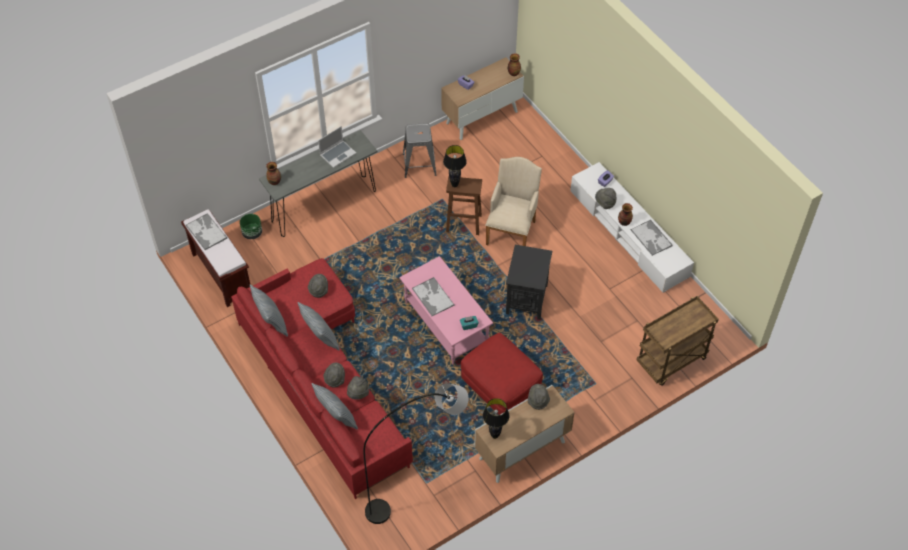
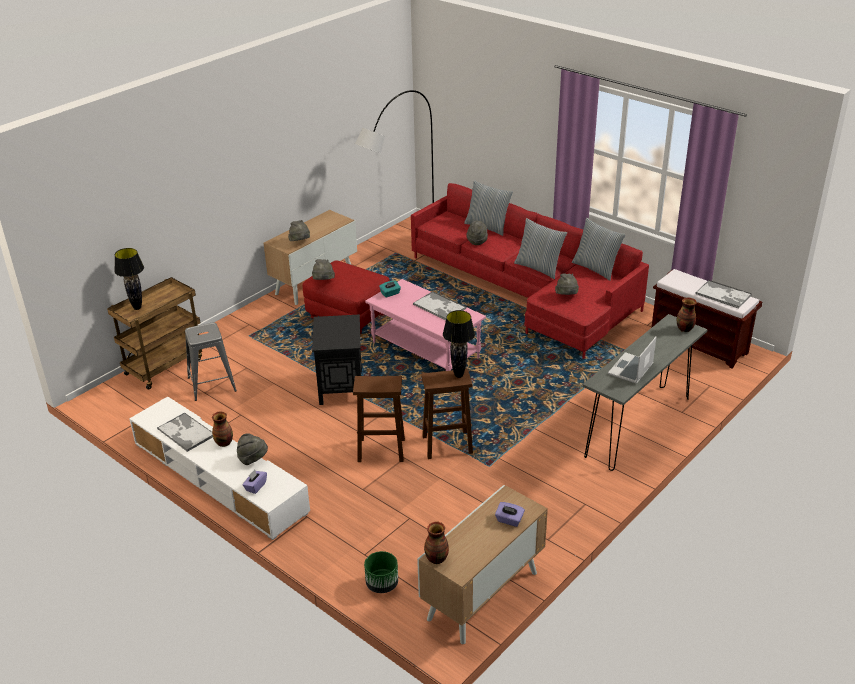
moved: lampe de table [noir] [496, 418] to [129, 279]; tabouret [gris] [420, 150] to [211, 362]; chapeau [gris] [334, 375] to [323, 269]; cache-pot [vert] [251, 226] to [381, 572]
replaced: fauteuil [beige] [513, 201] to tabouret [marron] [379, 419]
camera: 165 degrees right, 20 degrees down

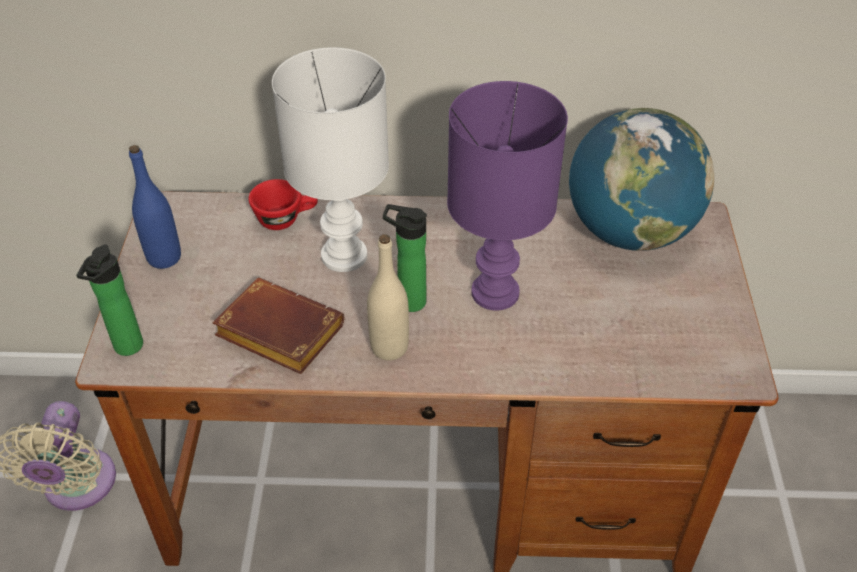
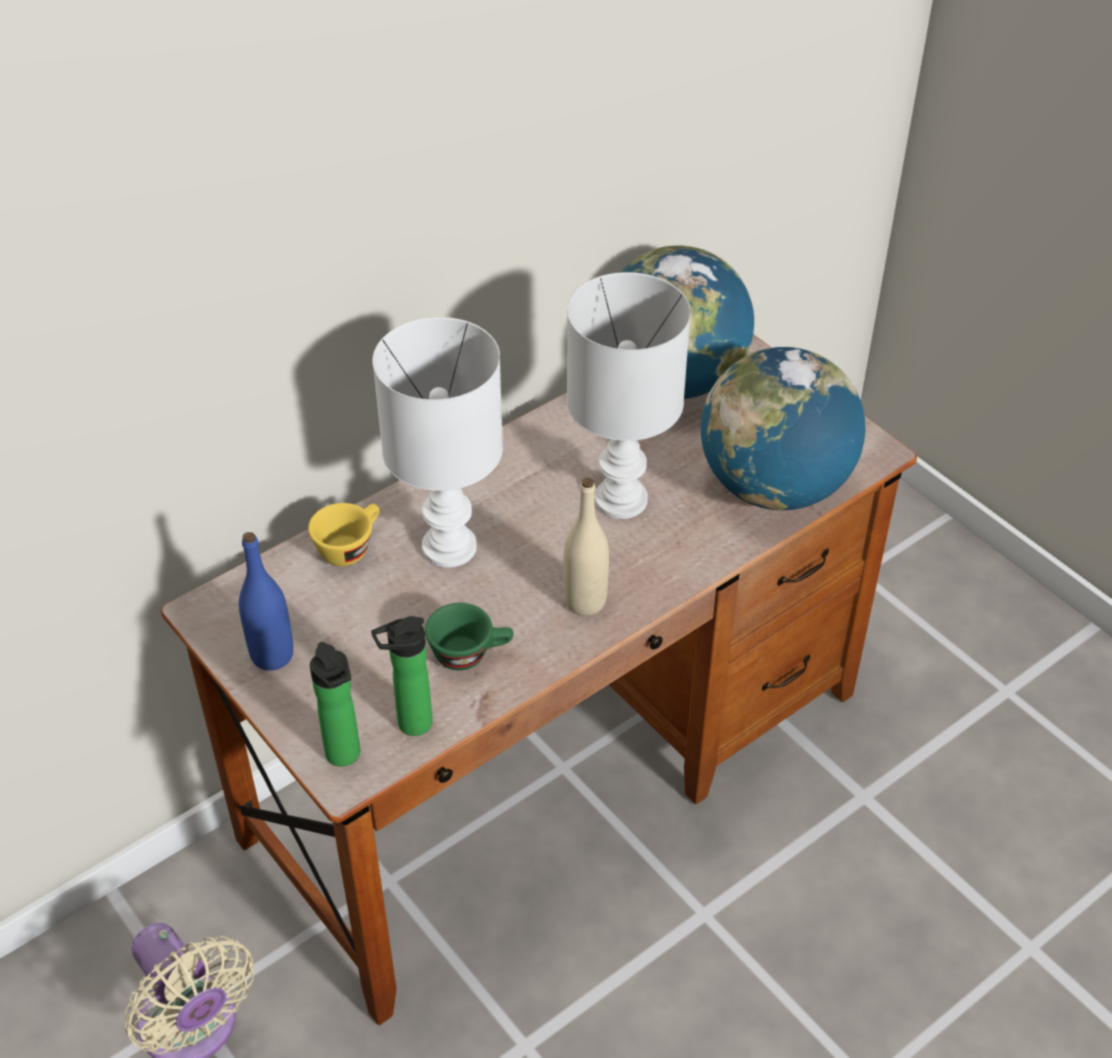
added: globe [783, 428]
moved: bouteille [405, 258] to [402, 676]
replaced: livre [marron] [278, 326] to tasse [vert] [469, 637]
recoloured: tasse [rouge] [283, 204] to tasse [jaune] [343, 534]; lampe de table [violet] [507, 196] to lampe de table [blanc] [629, 395]
camera: 40 degrees left, 0 degrees up

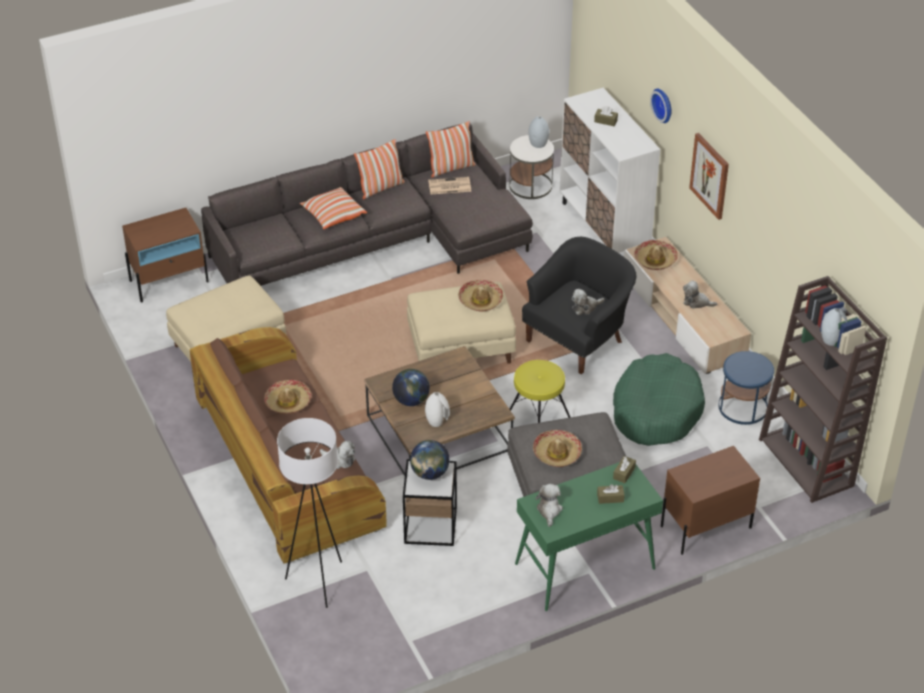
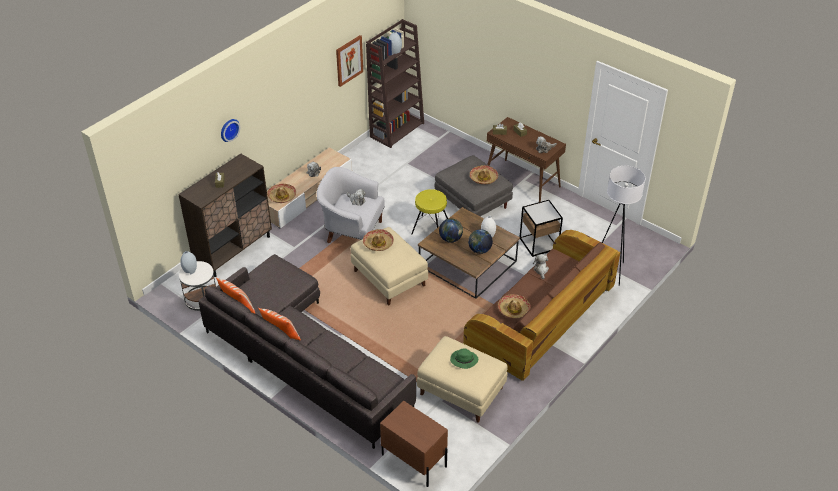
removed: coussin [333, 208]; journal [449, 185]; panier pour chien [vert] [659, 399]; table de chevet [marron] [710, 500]; table d'appoint [bleu] [746, 388]
added: chapeau [vert] [464, 359]
moved: tableau [709, 176] to [349, 61]; globe [430, 460] to [451, 230]
recoloured: meuble de rangement [blanc] [609, 170] to meuble de rangement [marron] [225, 215]; fauteuil [noir] [579, 305] to fauteuil [blanc] [351, 205]; table console [vert] [589, 534] to table console [marron] [526, 159]
camera: 115 degrees left, 0 degrees up

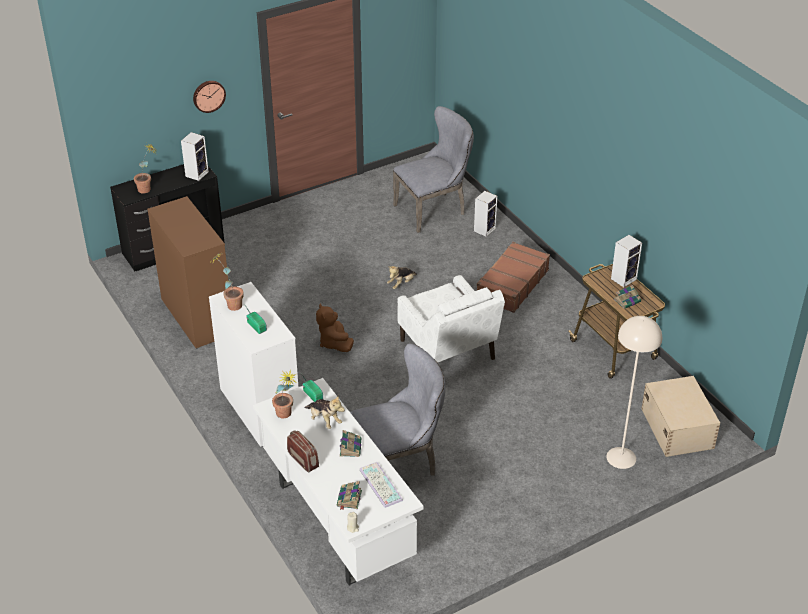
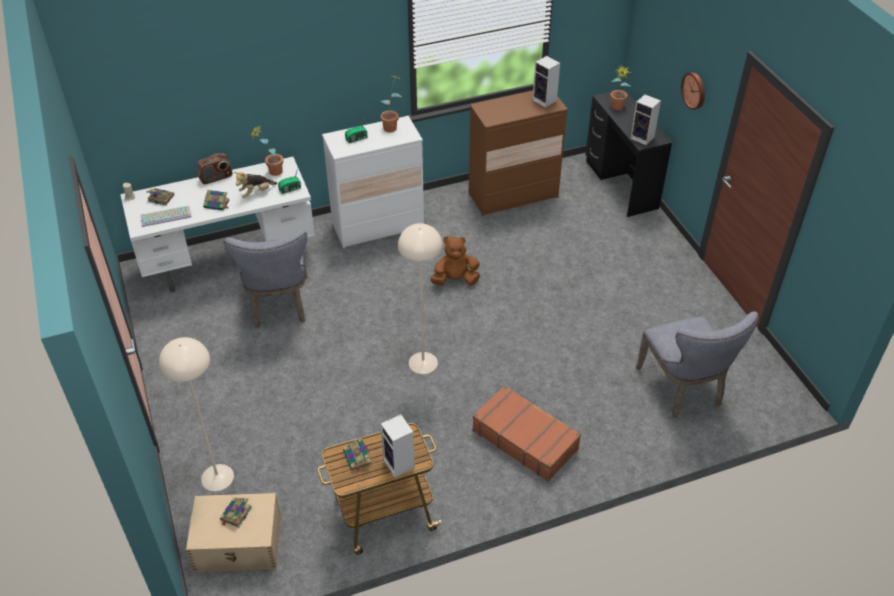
removed: peluche [402, 277]
added: livre [236, 513]
moved: enceinte [486, 214] to [546, 82]
replaced: fauteuil [blanc] [451, 319] to lampadaire [beige] [420, 298]
camera: 100 degrees right, 5 degrees up

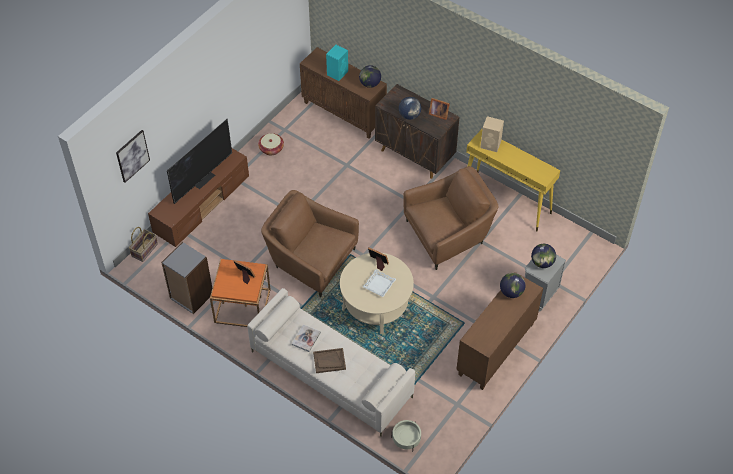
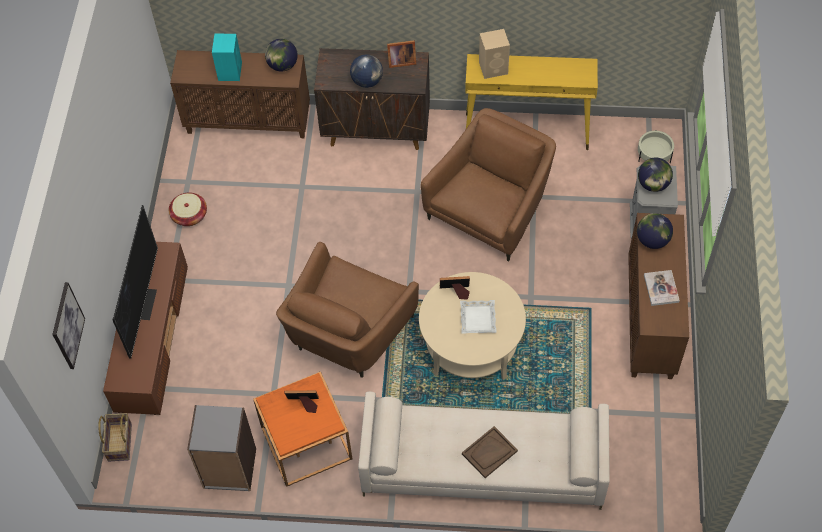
moved: cache-pot [beige] [406, 436] to [656, 147]; livre [306, 338] to [662, 288]
turned: fauteuil [marron] [310, 244] = [347, 310] 60 degrees counterclockwise
camera: 30 degrees left, 5 degrees up

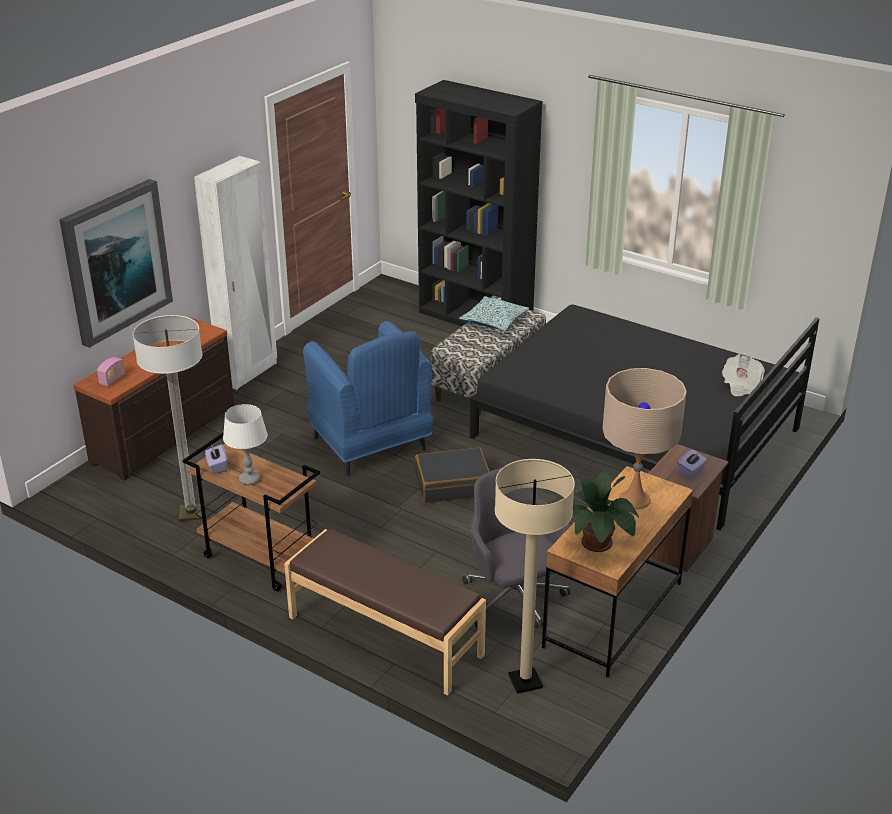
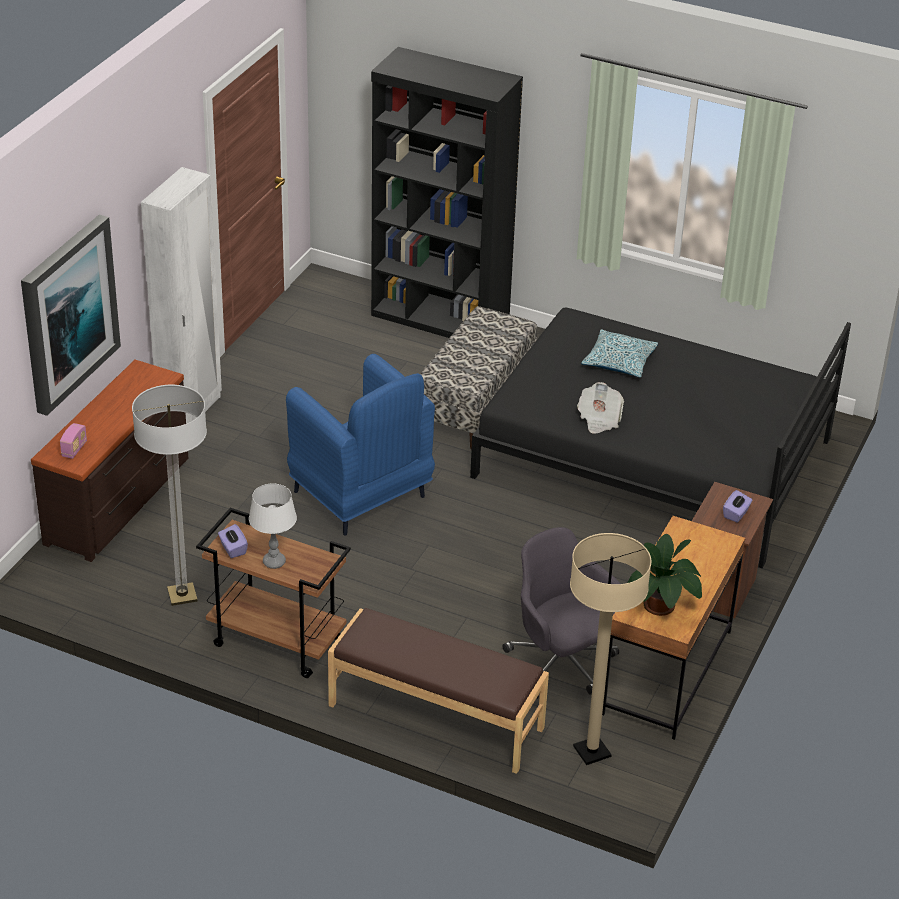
removed: valise [noir] [452, 475]; lampe de table [beige] [644, 438]
moved: journal [743, 374] to [600, 408]; coussin [494, 313] to [619, 353]
camera: 10 degrees left, 5 degrees up

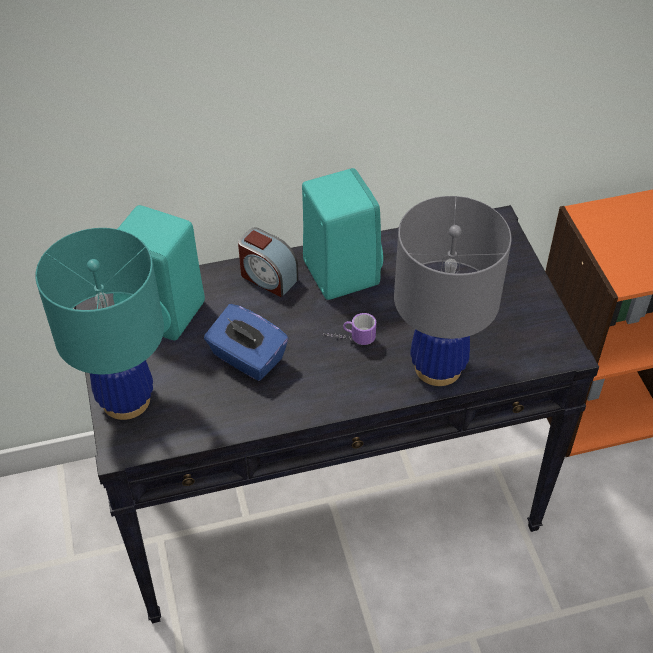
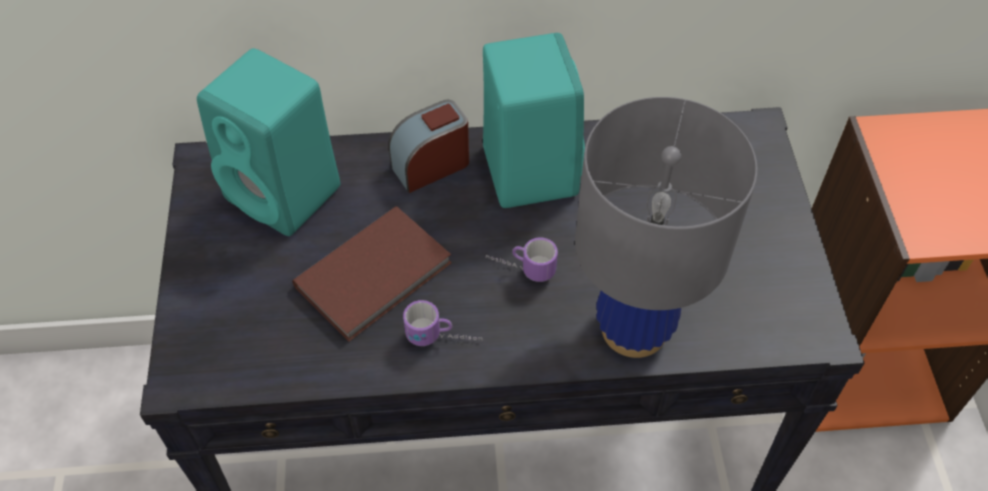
removed: lampe de table [turquoise] [99, 324]
added: mug [443, 323]
replaced: boîte à mouchoirs [bleu] [246, 342] to livre [marron] [371, 274]
turned: réveil [268, 262] = [428, 146] 105 degrees clockwise
camera: 10 degrees right, 5 degrees up

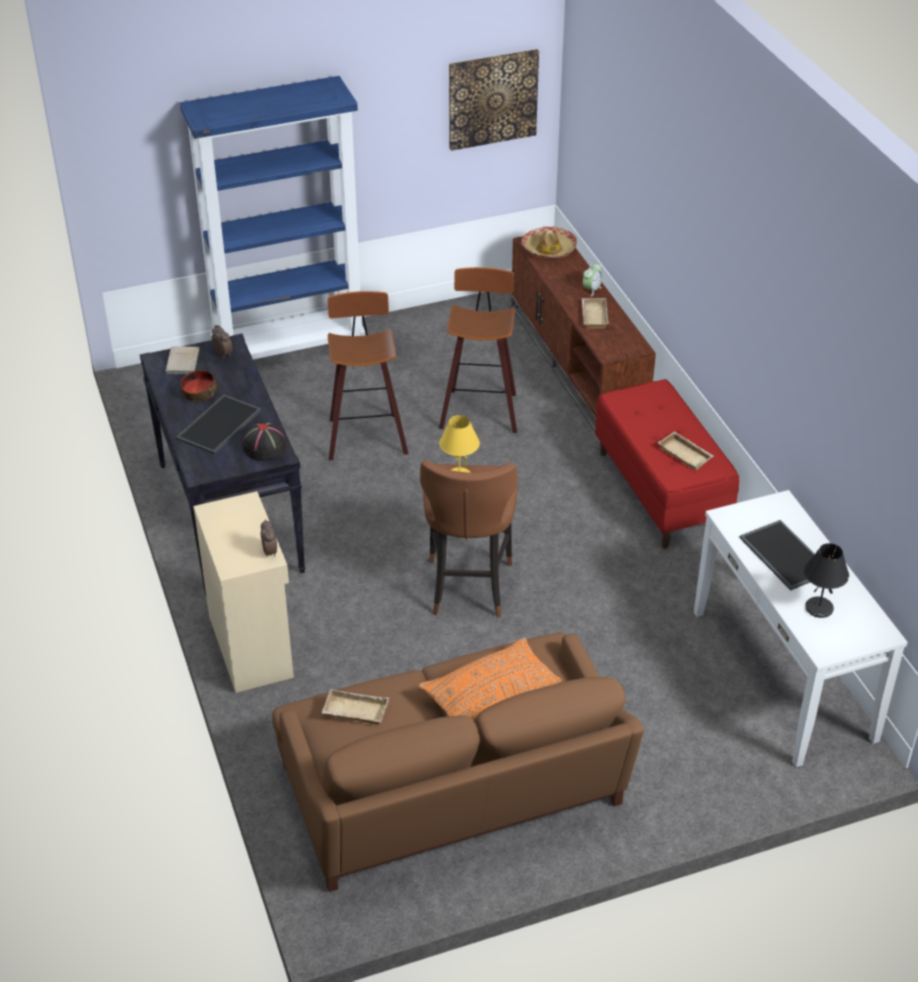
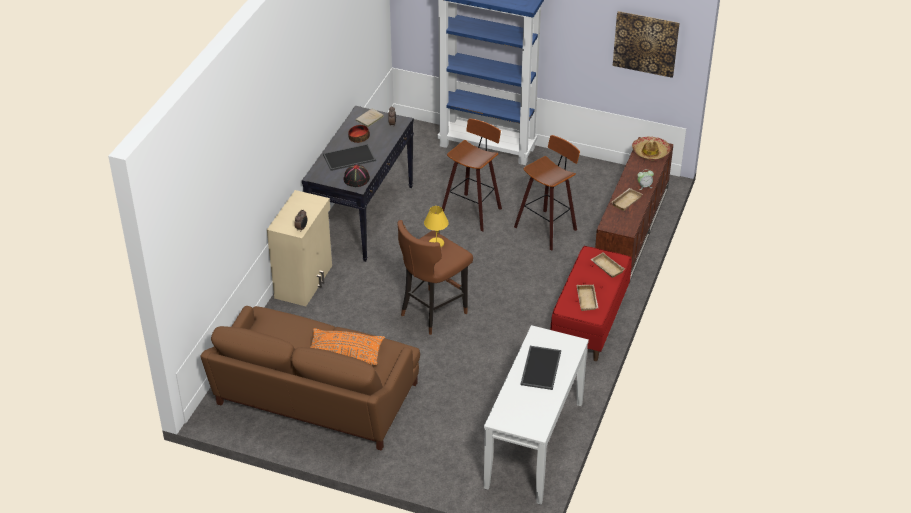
removed: lampe de table [noir] [826, 580]
moved: plateau [beige] [355, 706] to [607, 265]
camera: 40 degrees right, 0 degrees up

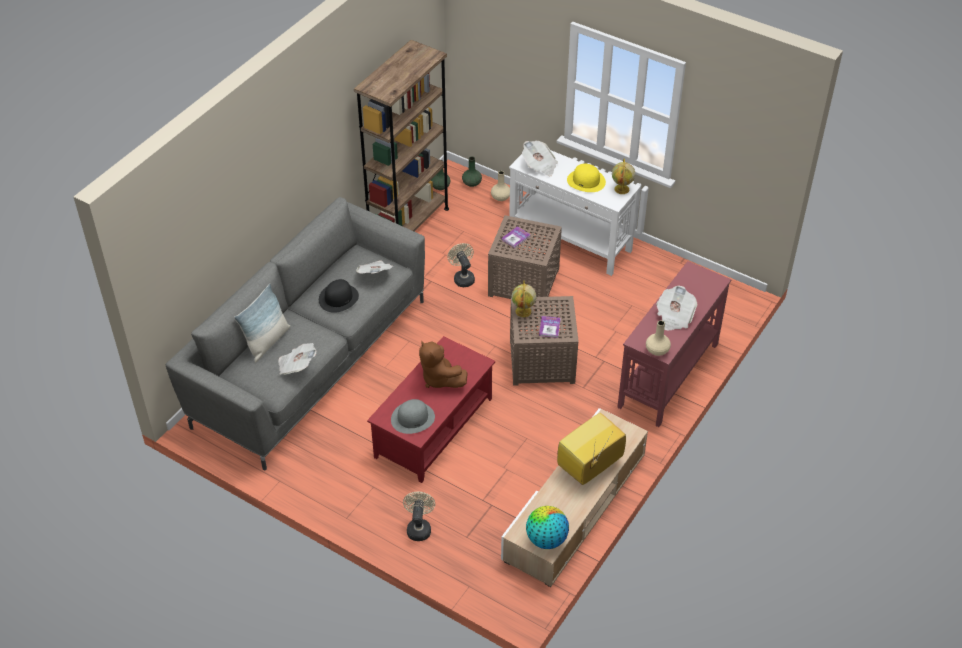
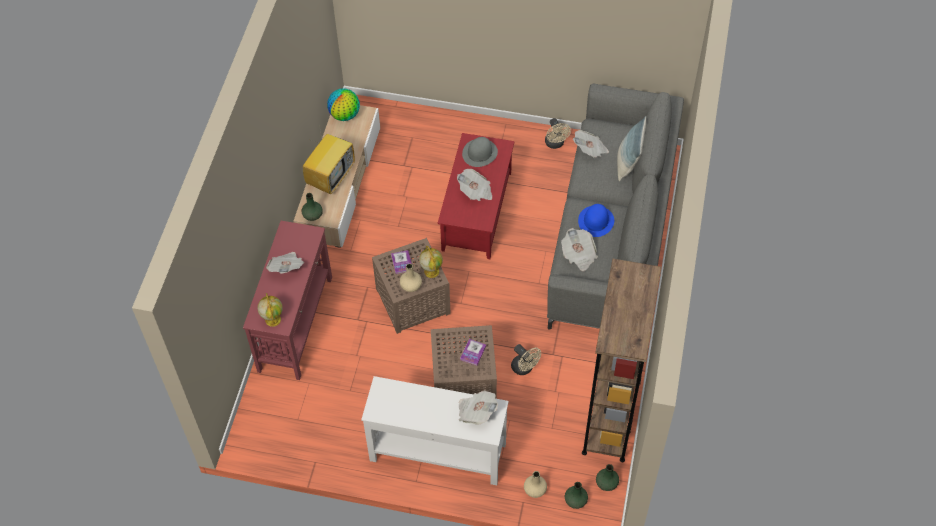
removed: chapeau [jaune] [586, 178]
added: vase [vert] [312, 207]
moved: globe [623, 176] to [270, 310]; vase [beige] [658, 338] to [411, 277]; ventilateur [beige] [419, 516] to [558, 133]
replaced: peluche [marron] [443, 364] to journal [475, 185]
recoloured: chapeau [noir] [339, 296] to chapeau [bleu] [596, 220]
camera: 160 degrees right, 10 degrees up

